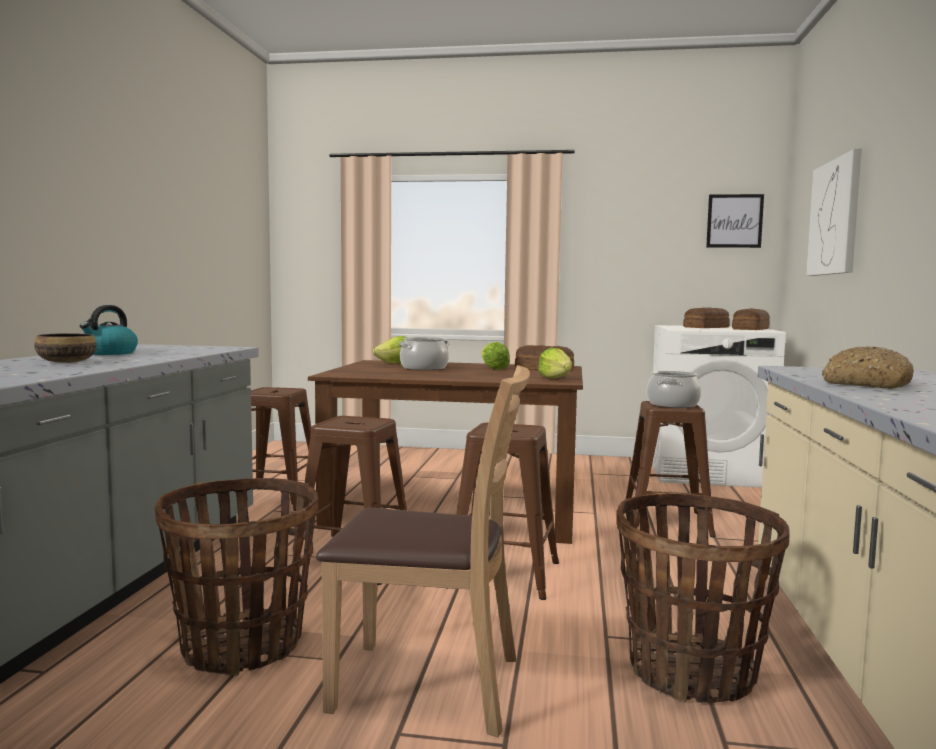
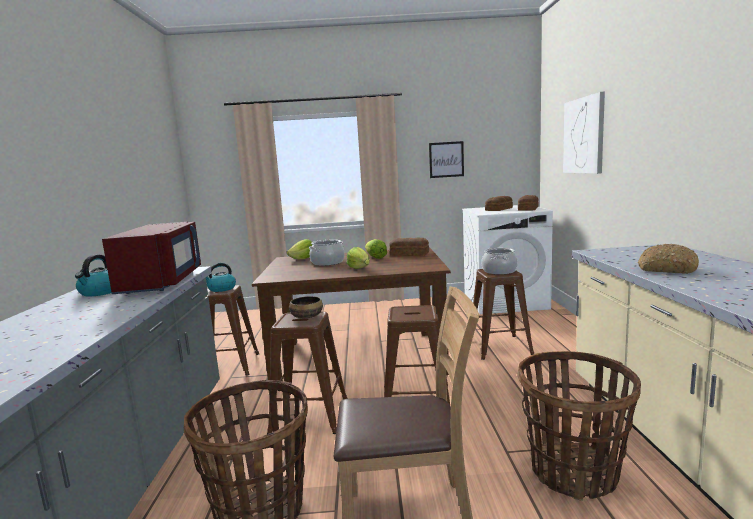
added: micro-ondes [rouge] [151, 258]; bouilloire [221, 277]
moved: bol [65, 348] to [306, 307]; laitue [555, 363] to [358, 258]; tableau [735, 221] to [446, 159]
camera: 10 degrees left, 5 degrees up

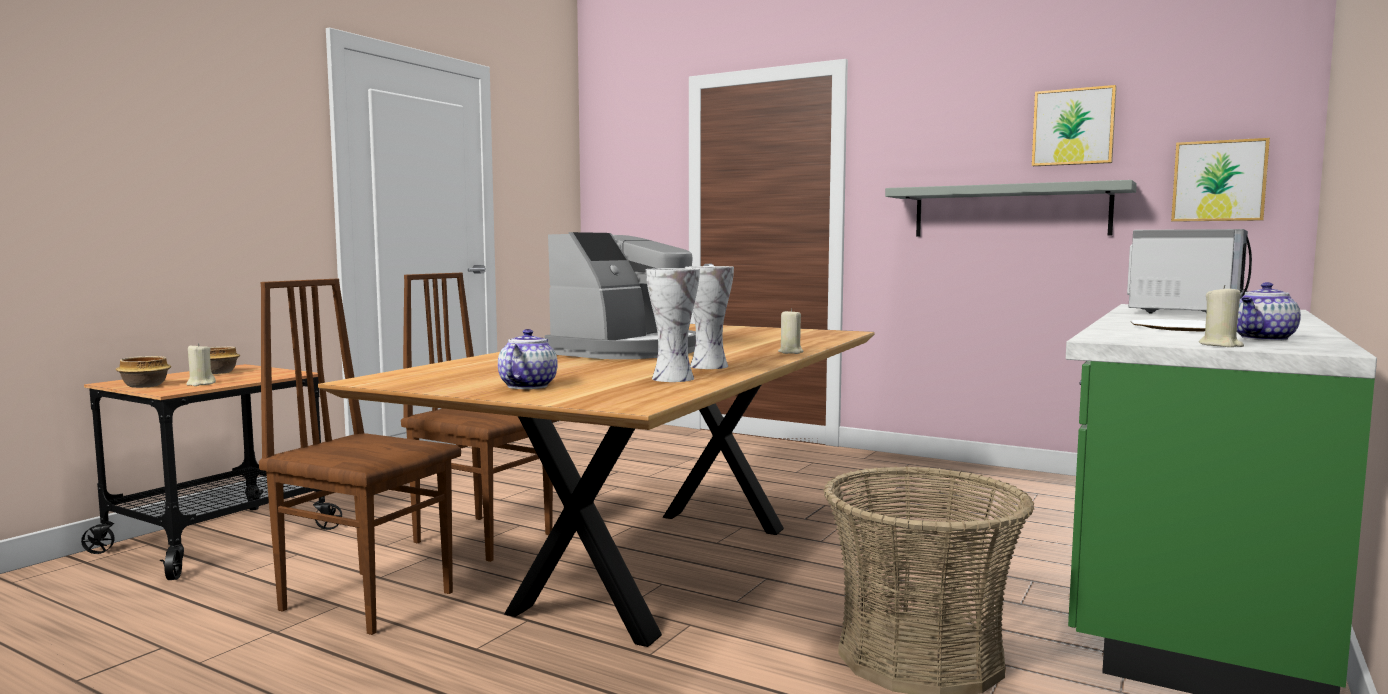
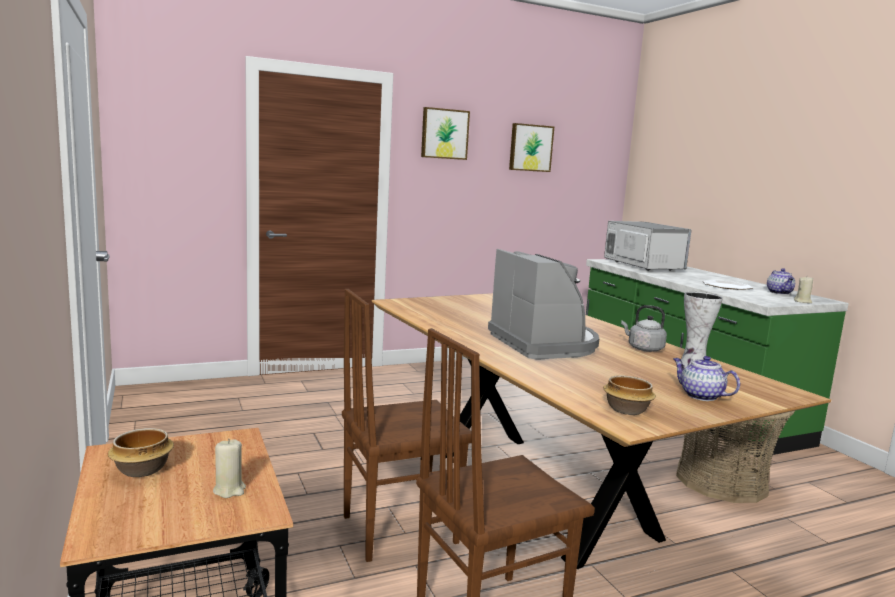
removed: bougie [beige] [791, 331]; étagère [gris] [1011, 208]
moved: tableau [1220, 180] to [445, 133]; bol [143, 372] to [629, 395]
replaced: vase [709, 317] to bouilloire [gris] [644, 328]
camera: 55 degrees left, 5 degrees up

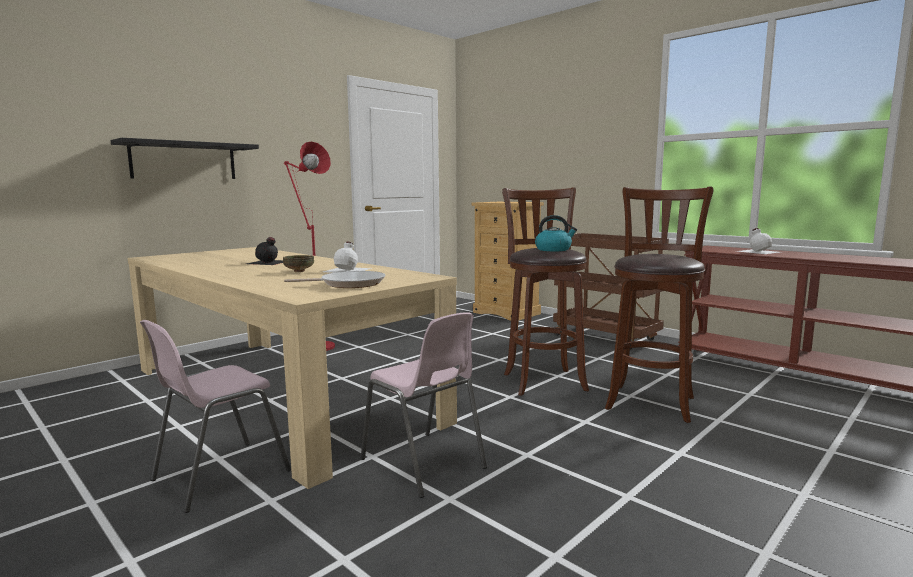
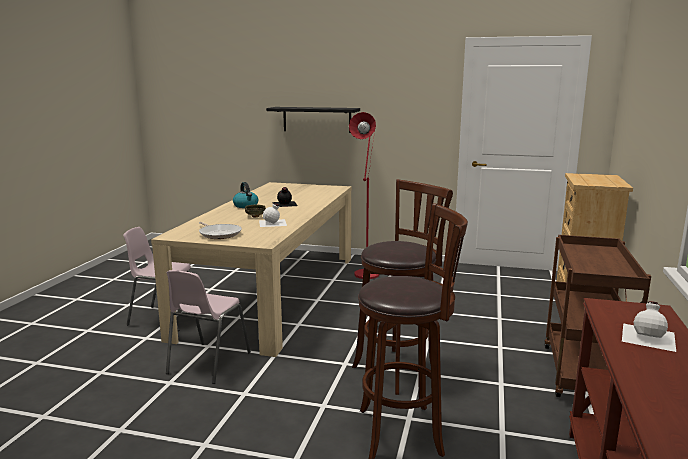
moved: bouilloire [556, 233] to [246, 195]
camera: 60 degrees right, 5 degrees up

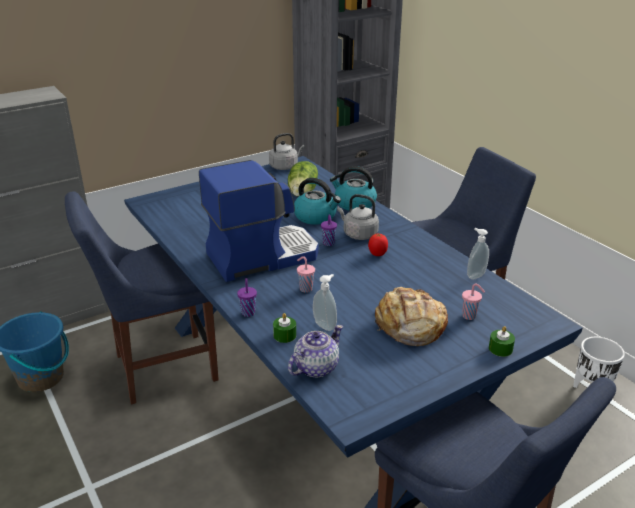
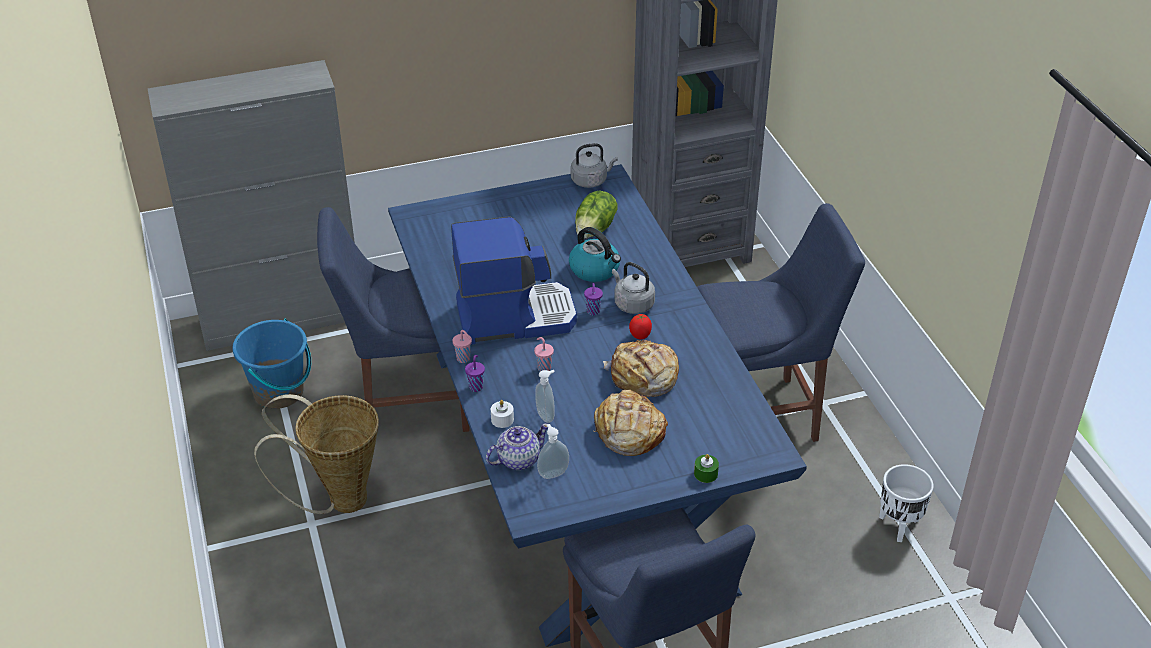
removed: bouilloire [353, 188]
added: panier [316, 454]; pain [641, 368]
moved: tasse [rose] [473, 301] to [462, 346]; distributeur de savon [478, 253] to [553, 451]
recoloured: bougie [vert] [284, 328] to bougie [blanc] [502, 414]
camera: 15 degrees right, 10 degrees up

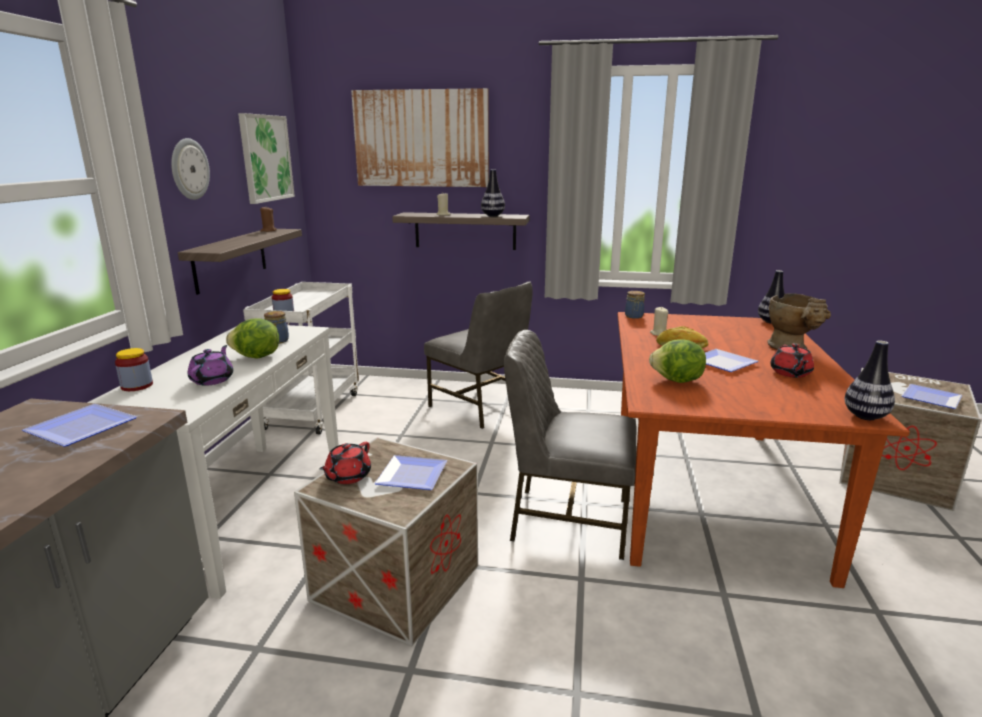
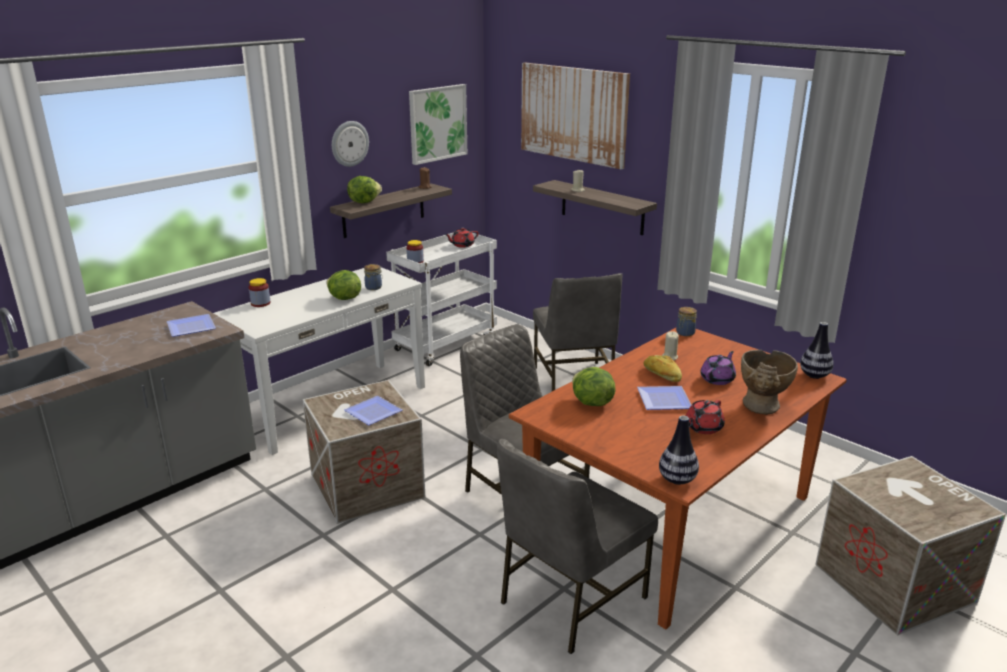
removed: vase [493, 193]; assiette [932, 396]
added: laitue [364, 189]; chaise [gris] [577, 546]
moved: théière [rouge] [345, 463] to [462, 237]; théière [violet] [210, 365] to [718, 368]
camera: 35 degrees right, 5 degrees up

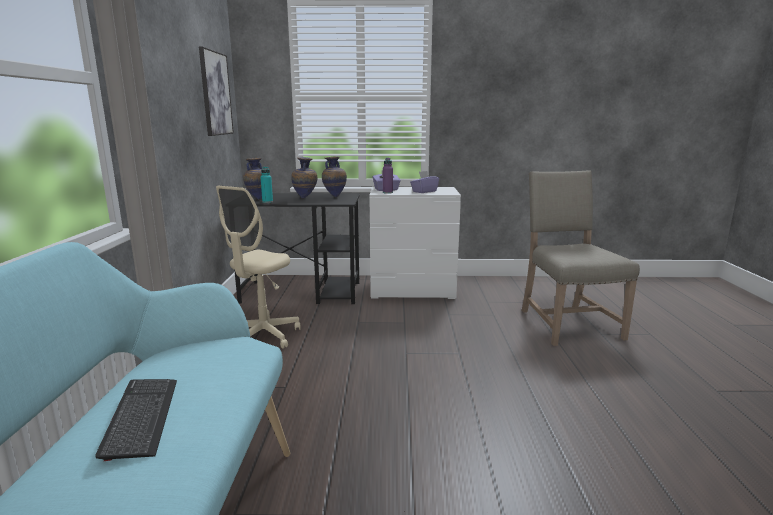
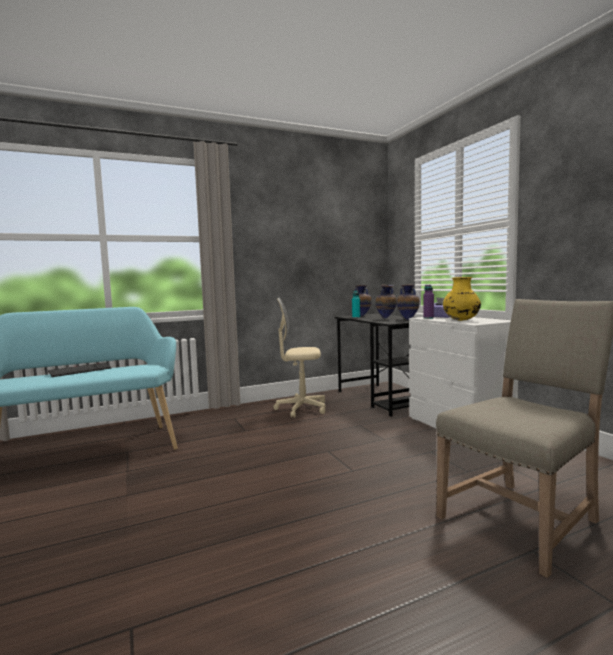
removed: tableau [216, 91]
replaced: boîte à mouchoirs [violet] [424, 182] to vase [jaune] [462, 299]
camera: 65 degrees right, 10 degrees down

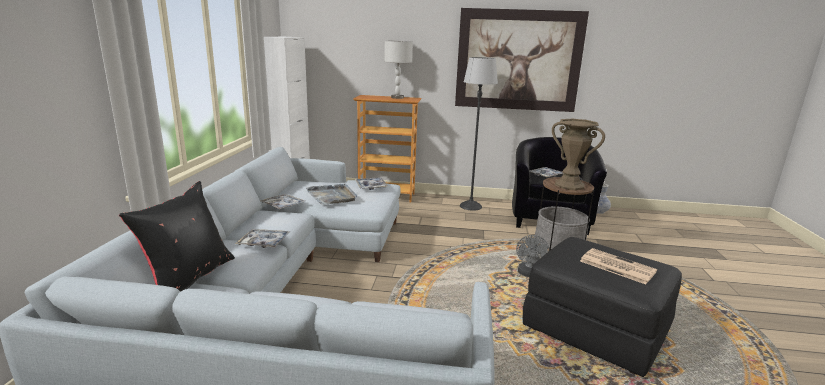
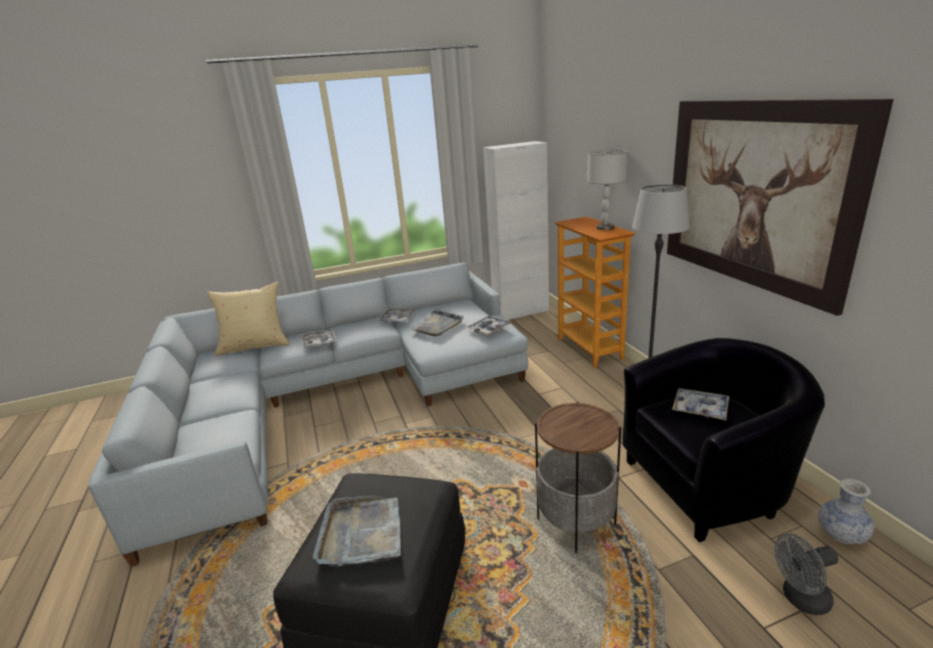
removed: vase [marron] [578, 154]
moved: ventilateur [gris] [533, 256] to [806, 574]
replaced: journal [618, 266] to plateau [gris] [357, 530]
recoloured: coussin [noir] [177, 236] to coussin [beige] [248, 319]
camera: 65 degrees right, 5 degrees up

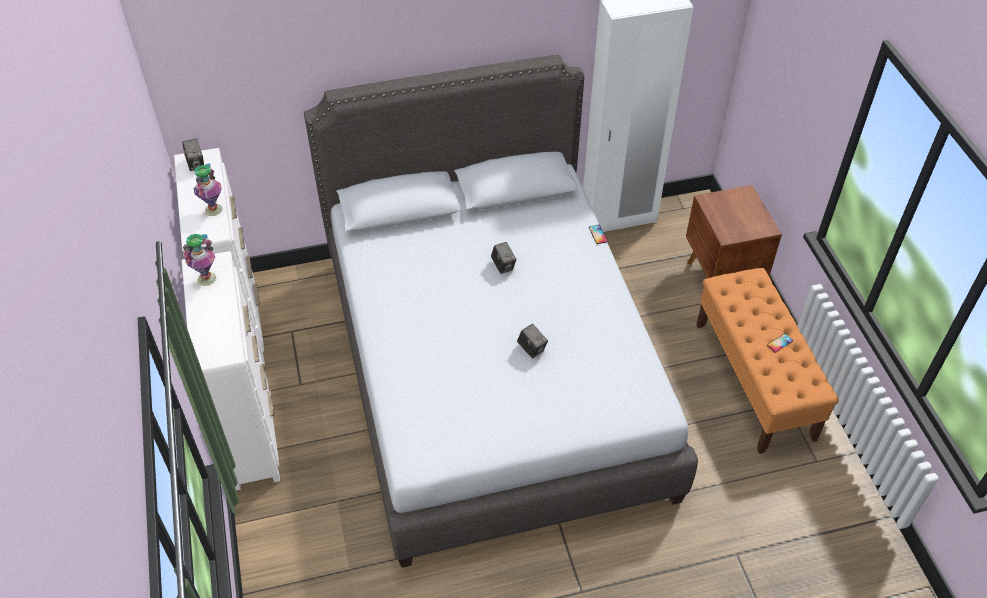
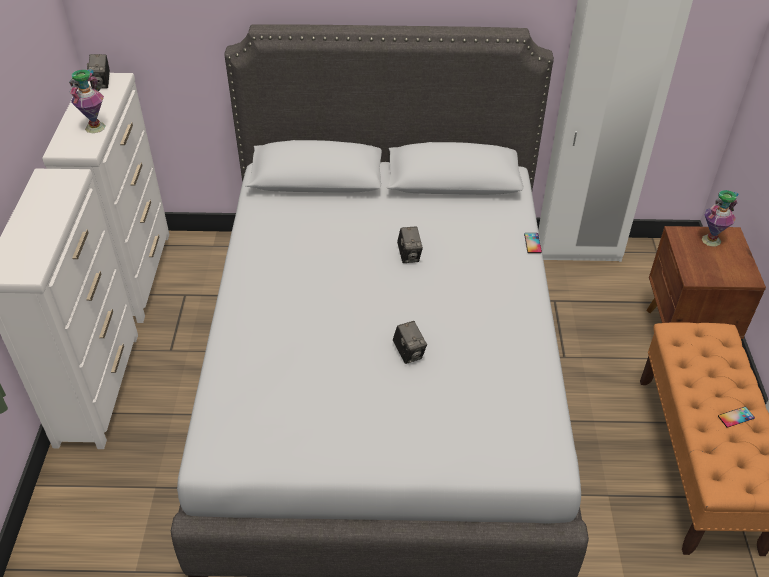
moved: vase [199, 260] to [720, 218]
camera: 15 degrees right, 5 degrees down

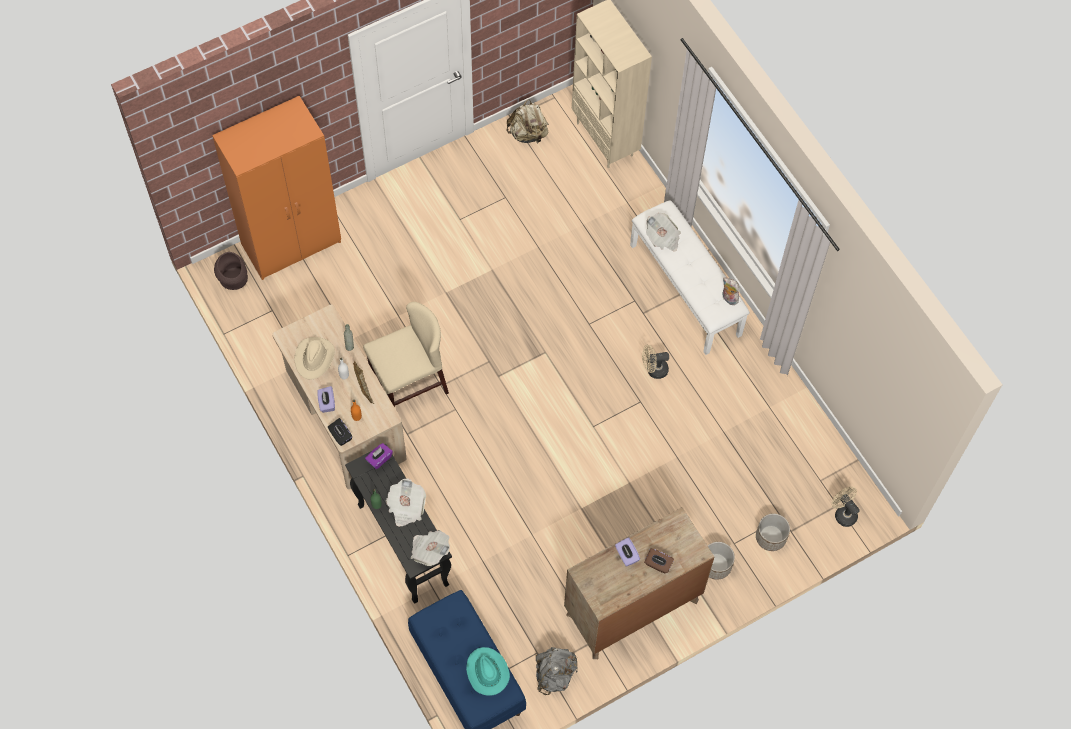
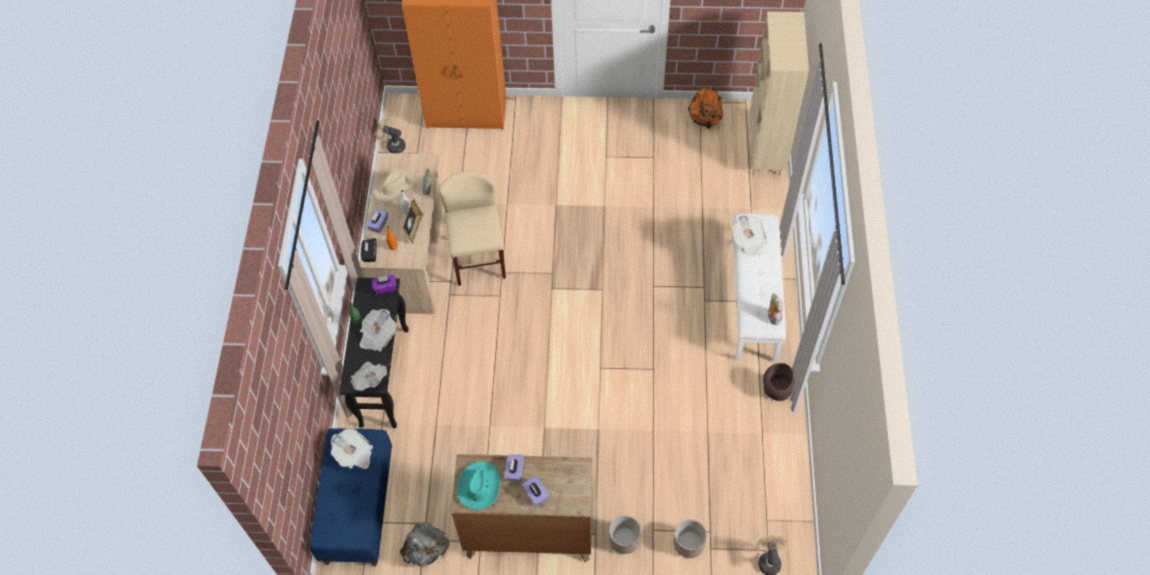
added: journal [352, 449]
moved: ventilateur [beige] [655, 362] to [391, 135]; chapeau [turquoise] [488, 671] to [478, 485]; vase [marron] [231, 271] to [779, 382]
recoloured: boîte à mouchoirs [marron] [659, 560] to boîte à mouchoirs [violet] [536, 490]; sac à dos [beige] [528, 121] to sac à dos [orange] [705, 107]
turned: chaise [beige] [406, 354] = [472, 228] 105 degrees counterclockwise
camera: 35 degrees right, 5 degrees down

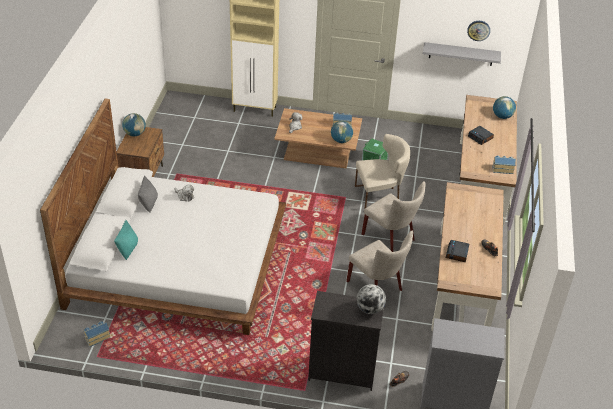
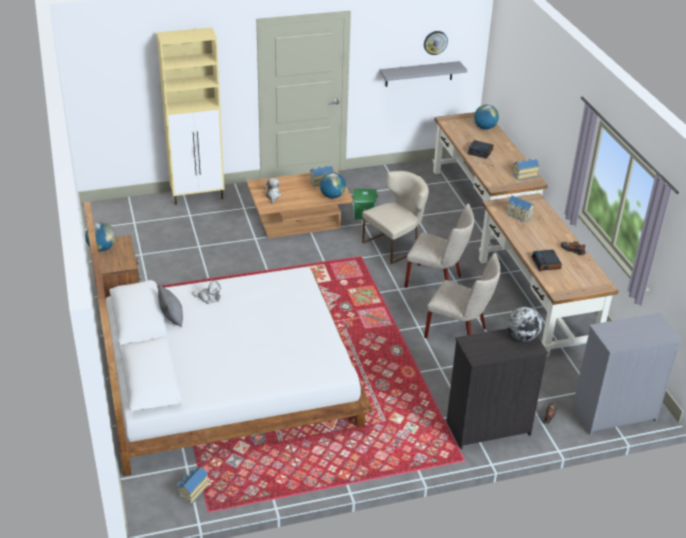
removed: coussin [turquoise] [126, 240]
added: maison miniature [520, 209]
camera: 25 degrees left, 5 degrees down

